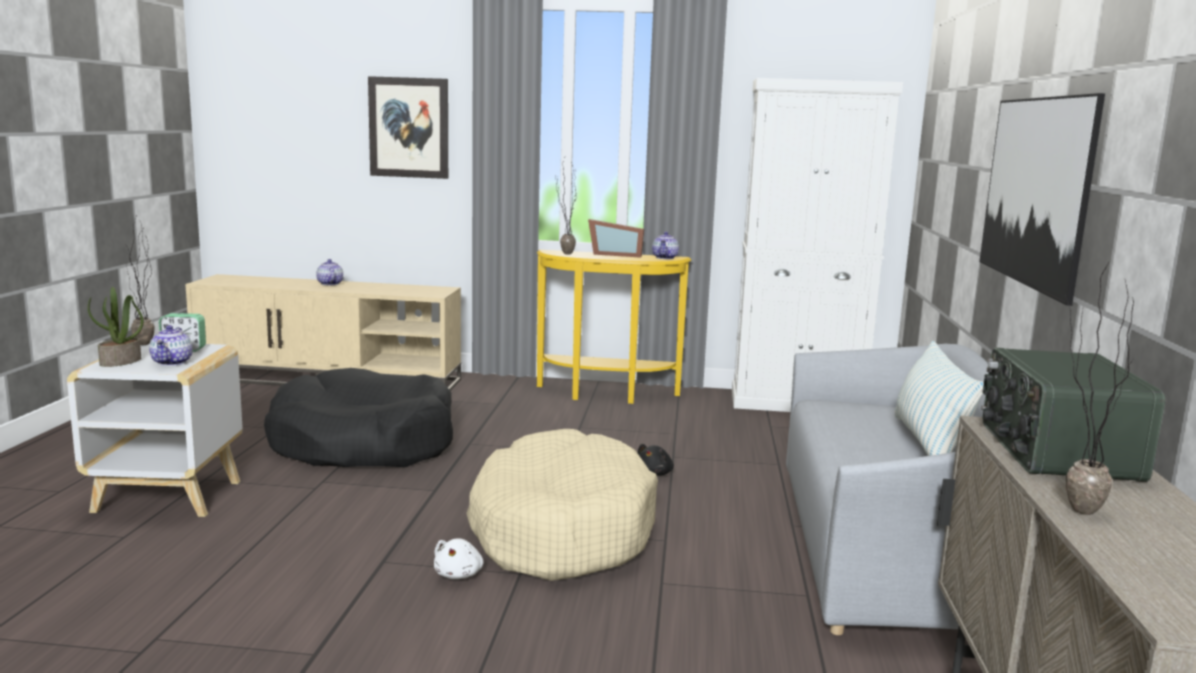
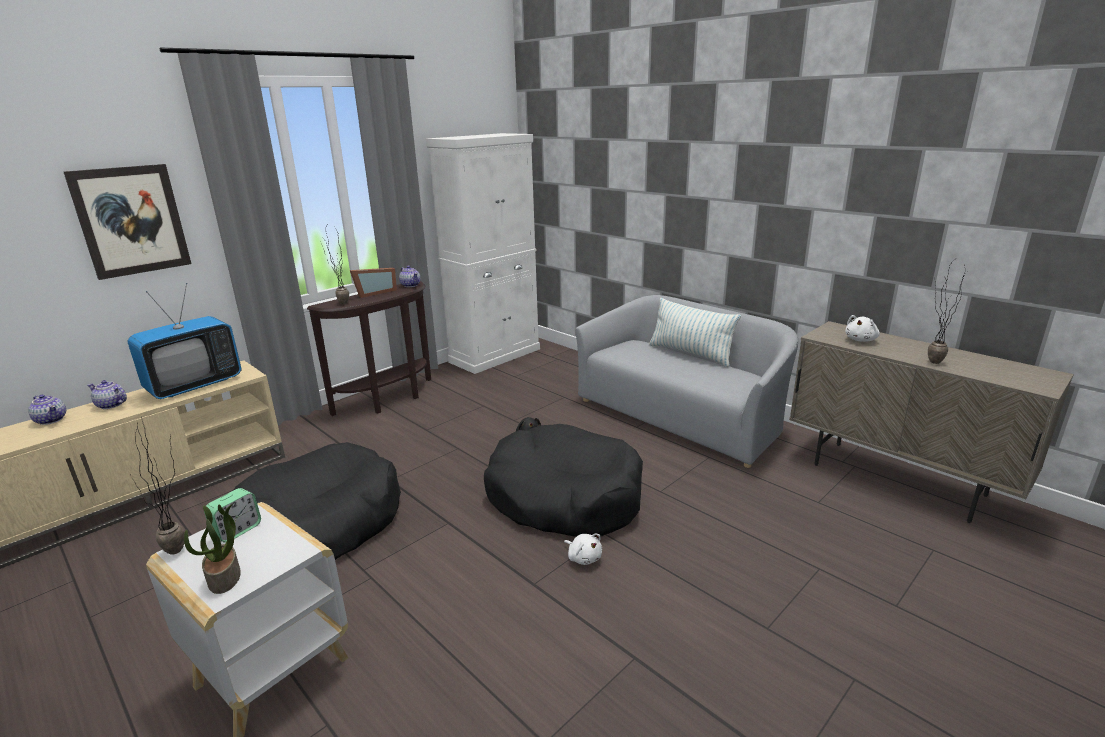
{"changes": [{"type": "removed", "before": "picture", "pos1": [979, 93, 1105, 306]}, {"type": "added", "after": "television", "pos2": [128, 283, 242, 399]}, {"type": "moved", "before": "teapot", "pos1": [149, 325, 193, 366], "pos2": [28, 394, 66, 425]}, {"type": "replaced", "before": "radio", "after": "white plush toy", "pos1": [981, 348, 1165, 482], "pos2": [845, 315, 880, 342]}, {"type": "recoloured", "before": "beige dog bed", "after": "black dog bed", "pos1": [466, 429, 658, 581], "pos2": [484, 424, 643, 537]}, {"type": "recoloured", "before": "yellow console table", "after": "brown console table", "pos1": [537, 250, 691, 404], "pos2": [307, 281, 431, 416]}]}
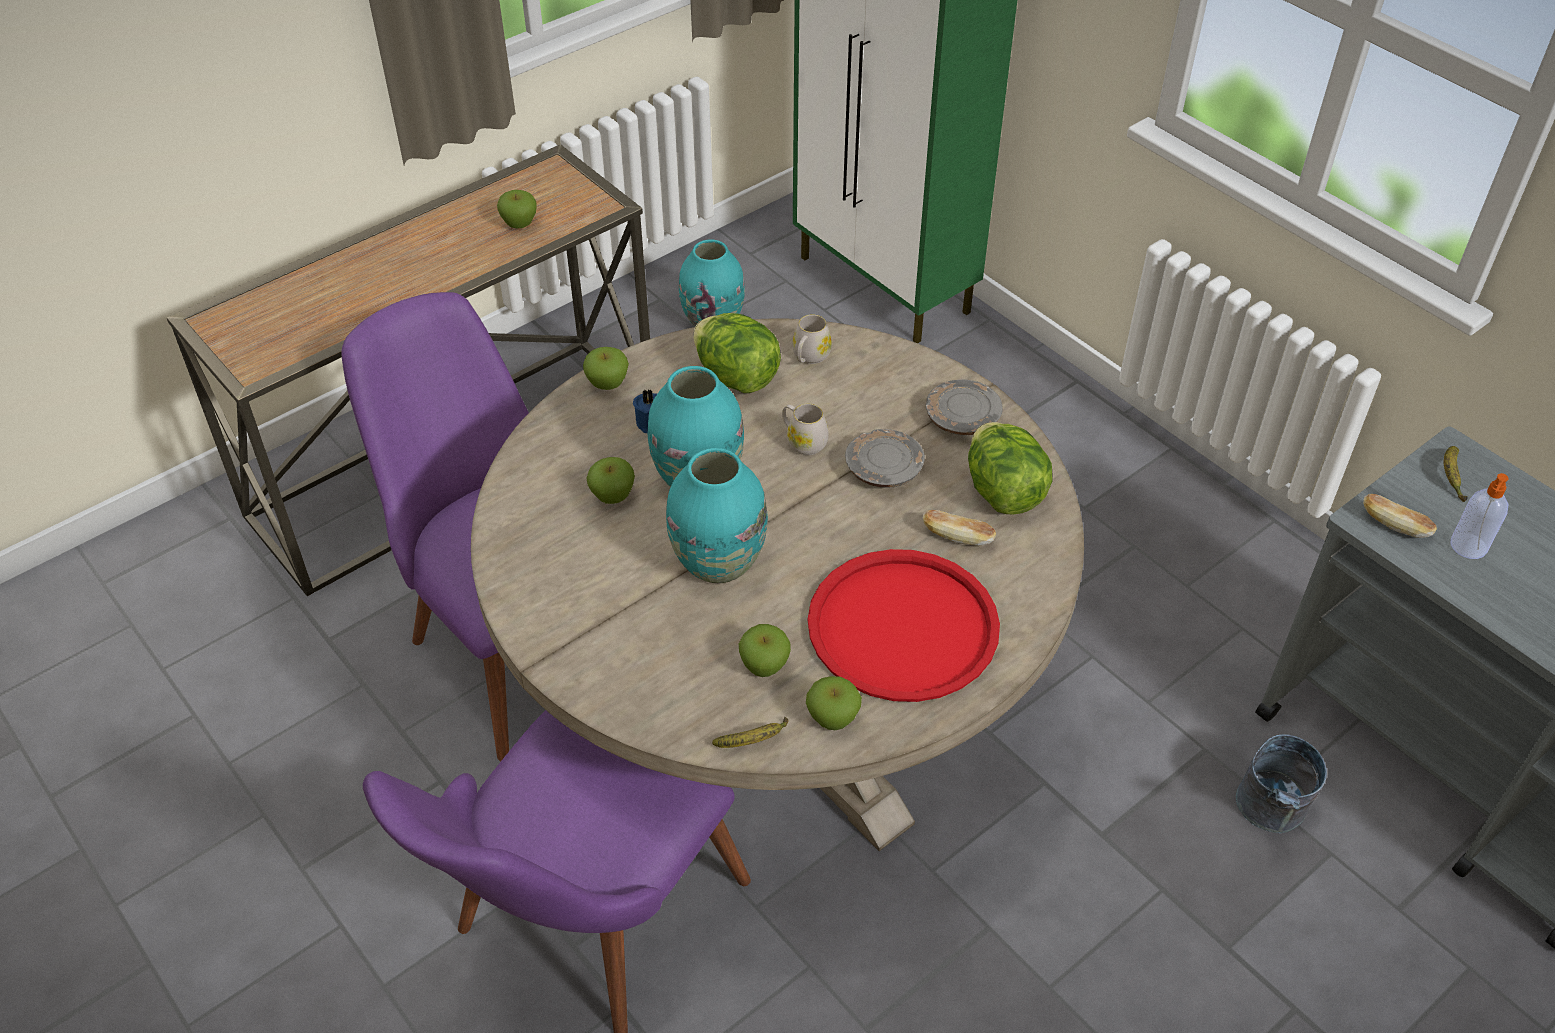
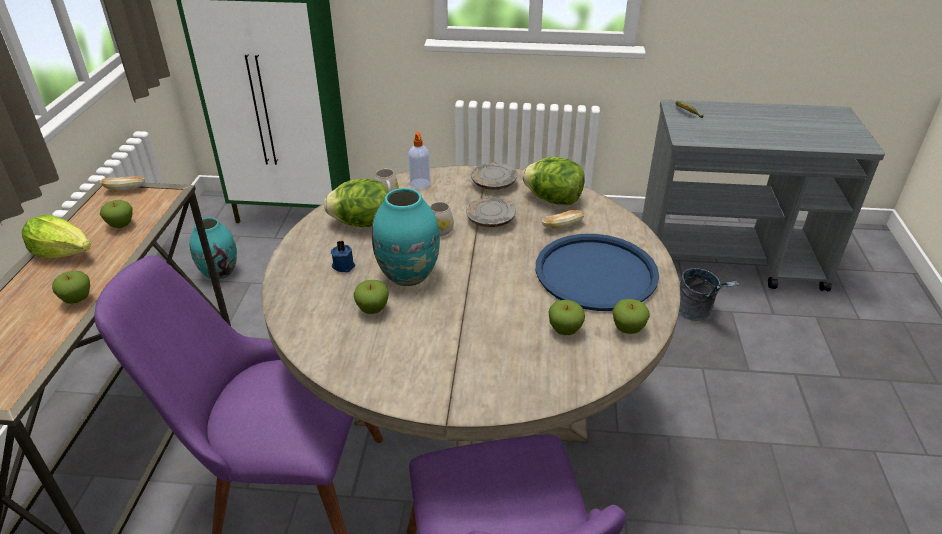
{"changes": [{"type": "removed", "before": "turquoise vase", "pos1": [666, 448, 768, 583]}, {"type": "removed", "before": "banana", "pos1": [712, 717, 788, 748]}, {"type": "added", "after": "lettuce", "pos2": [22, 215, 91, 258]}, {"type": "moved", "before": "apple", "pos1": [583, 347, 629, 390], "pos2": [52, 271, 90, 304]}, {"type": "moved", "before": "bread", "pos1": [1363, 494, 1437, 538], "pos2": [100, 176, 145, 190]}, {"type": "moved", "before": "soap dispenser", "pos1": [1450, 473, 1508, 559], "pos2": [408, 132, 430, 189]}, {"type": "recoloured", "before": "red tray", "after": "blue tray", "pos1": [808, 549, 1000, 702], "pos2": [536, 234, 659, 311]}]}
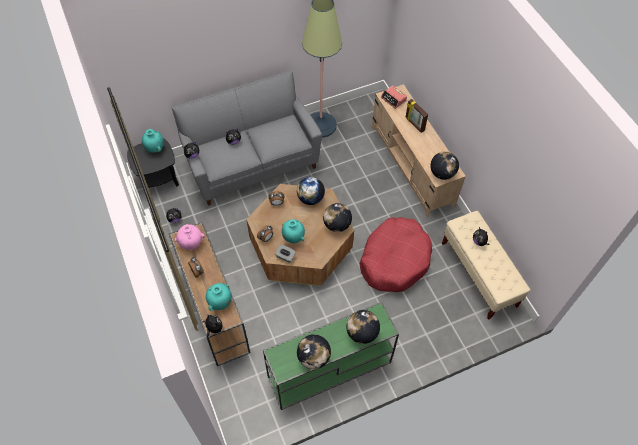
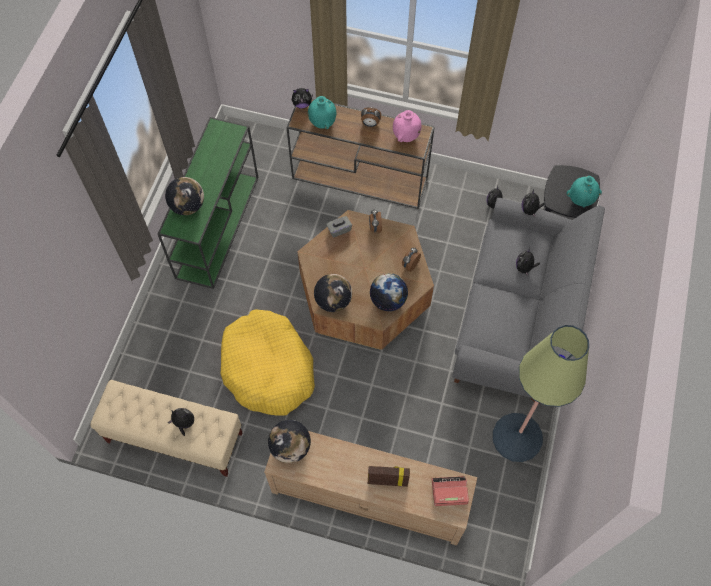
{"changes": [{"type": "removed", "before": "turquoise vase", "pos1": [282, 219, 305, 243]}, {"type": "removed", "before": "globe", "pos1": [297, 334, 331, 369]}, {"type": "recoloured", "before": "red dog bed", "after": "yellow dog bed", "pos1": [360, 217, 432, 292], "pos2": [221, 309, 315, 416]}]}
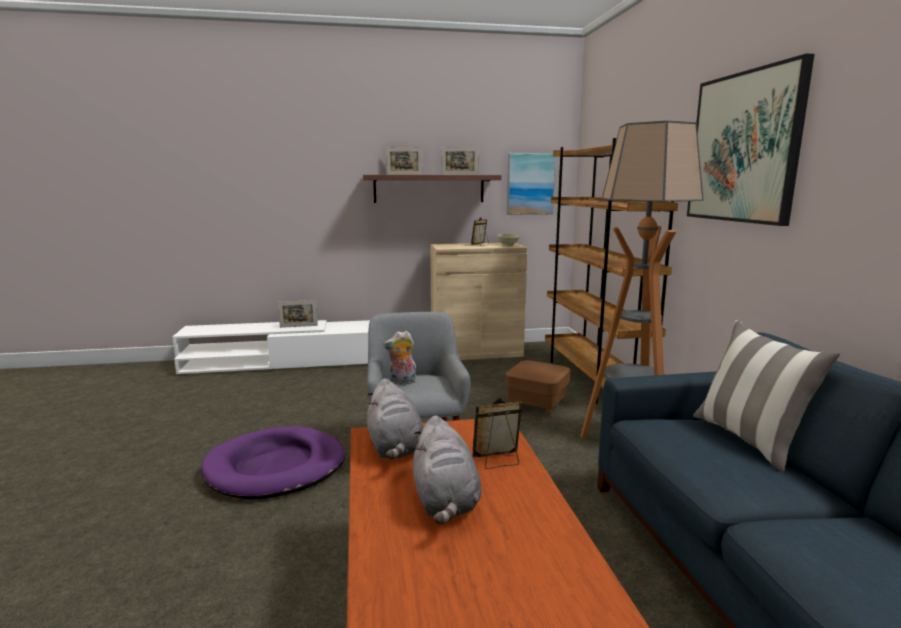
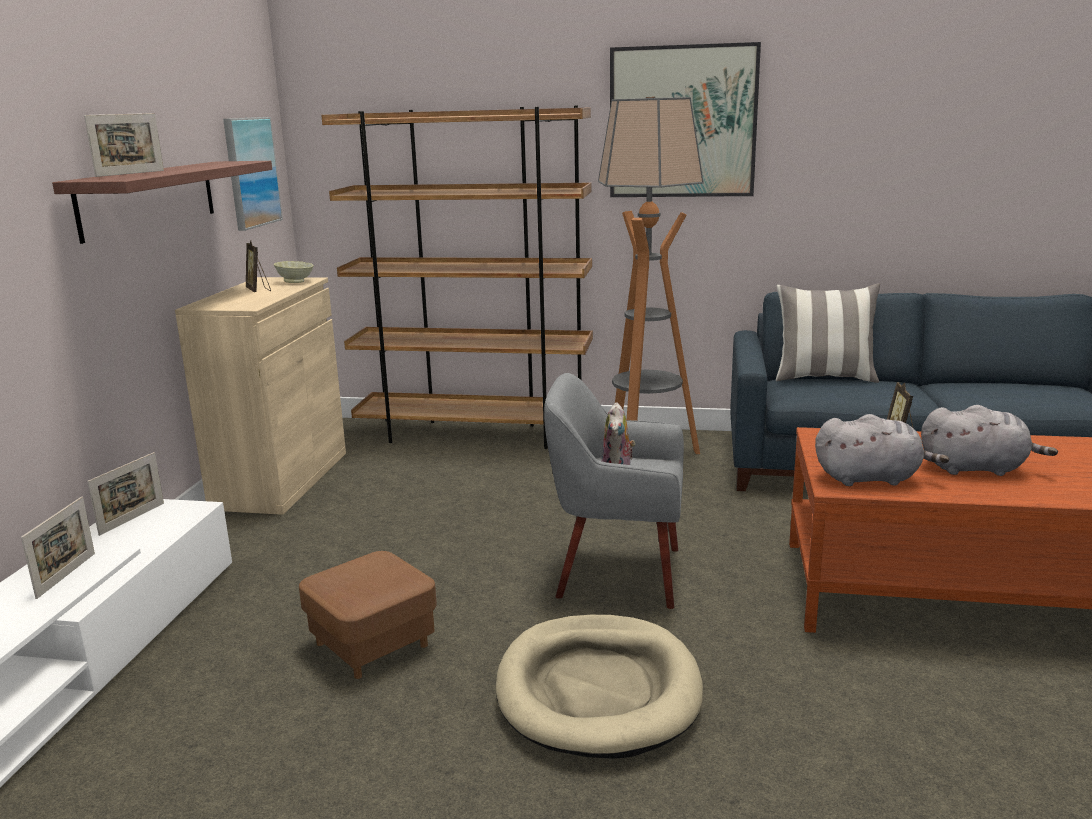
{"changes": [{"type": "moved", "before": "picture frame", "pos1": [442, 147, 479, 175], "pos2": [87, 452, 164, 536]}, {"type": "moved", "before": "brown ottoman", "pos1": [505, 360, 570, 416], "pos2": [299, 551, 437, 679]}, {"type": "recoloured", "before": "purple dog bed", "after": "beige dog bed", "pos1": [201, 426, 345, 499], "pos2": [496, 615, 703, 759]}]}
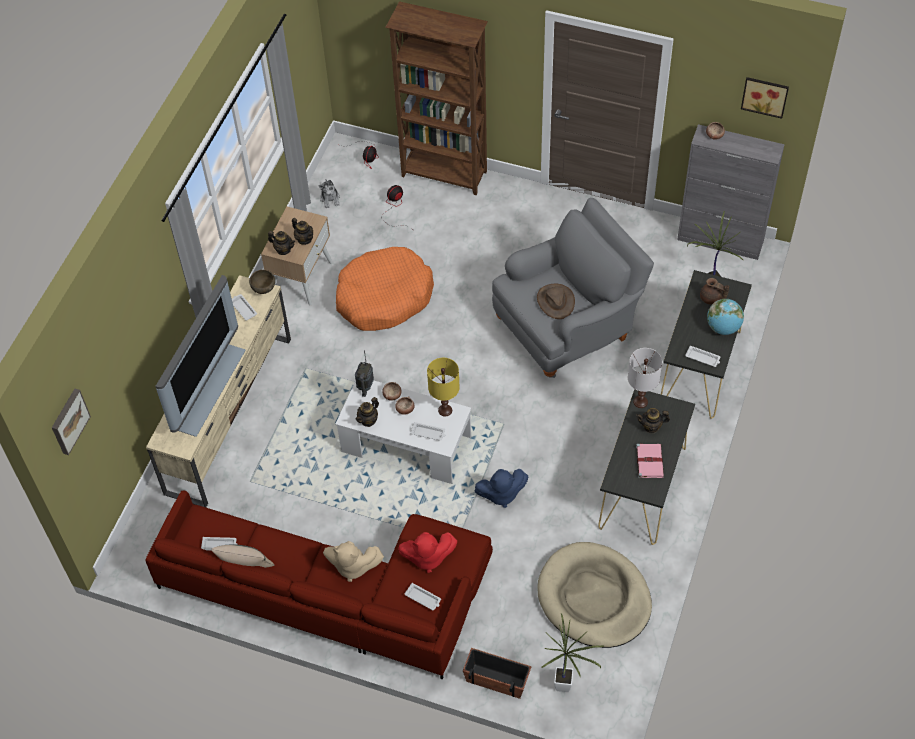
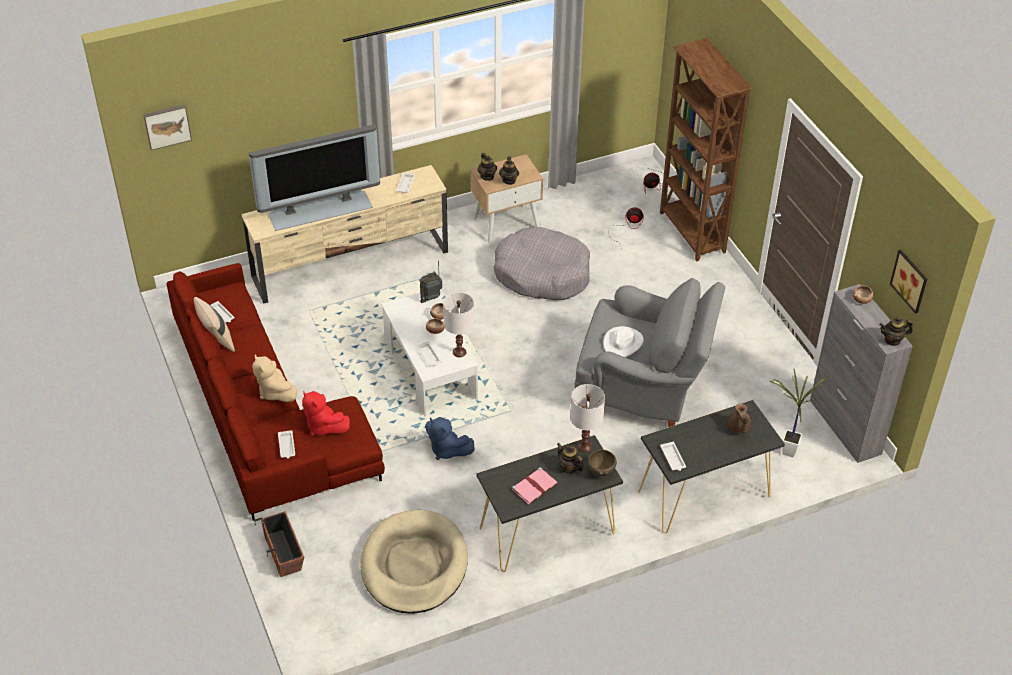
{"changes": [{"type": "removed", "before": "plush toy", "pos1": [318, 180, 340, 208]}, {"type": "removed", "before": "potted plant", "pos1": [541, 613, 604, 692]}, {"type": "removed", "before": "globe", "pos1": [707, 299, 744, 335]}, {"type": "moved", "before": "brown bowl", "pos1": [249, 270, 275, 294], "pos2": [587, 450, 617, 476]}, {"type": "moved", "before": "teapot", "pos1": [355, 397, 379, 427], "pos2": [879, 317, 913, 346]}, {"type": "recoloured", "before": "orange dog bed", "after": "grey dog bed", "pos1": [336, 247, 434, 331], "pos2": [494, 227, 590, 300]}, {"type": "recoloured", "before": "yellow table lamp", "after": "white table lamp", "pos1": [427, 358, 460, 416], "pos2": [443, 292, 474, 357]}, {"type": "recoloured", "before": "brown hat", "after": "white hat", "pos1": [537, 284, 575, 319], "pos2": [603, 326, 644, 357]}]}
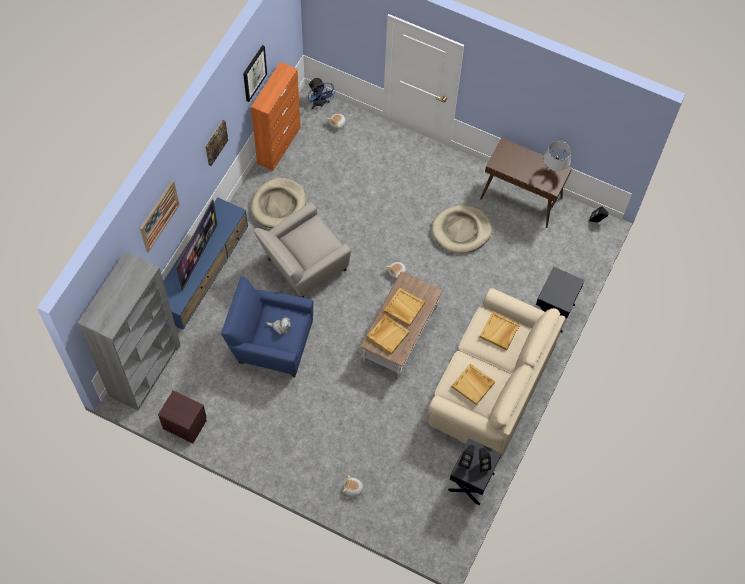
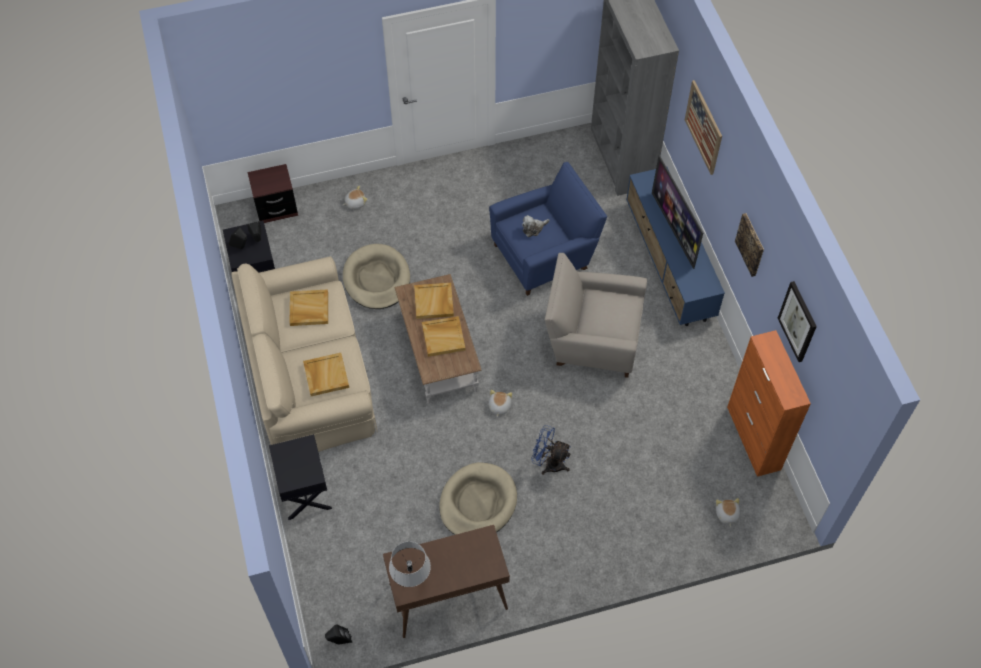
{"changes": [{"type": "moved", "before": "brown nightstand", "pos1": [158, 390, 207, 444], "pos2": [248, 164, 298, 223]}, {"type": "moved", "before": "beige dog bed", "pos1": [251, 178, 306, 228], "pos2": [343, 244, 410, 309]}, {"type": "moved", "before": "blue fan", "pos1": [308, 77, 336, 109], "pos2": [531, 425, 571, 475]}, {"type": "turned", "before": "beige armchair", "pos1": [253, 202, 351, 297], "pos2": [545, 253, 647, 378], "turn": -90}]}
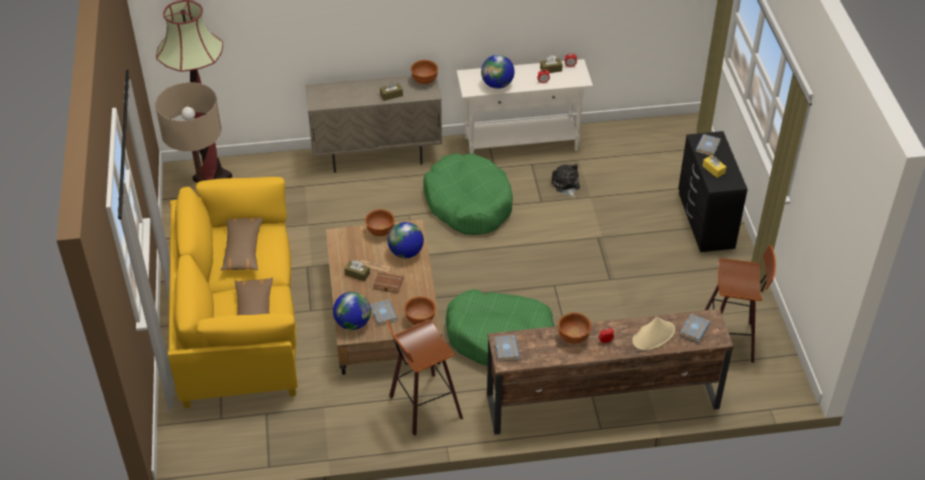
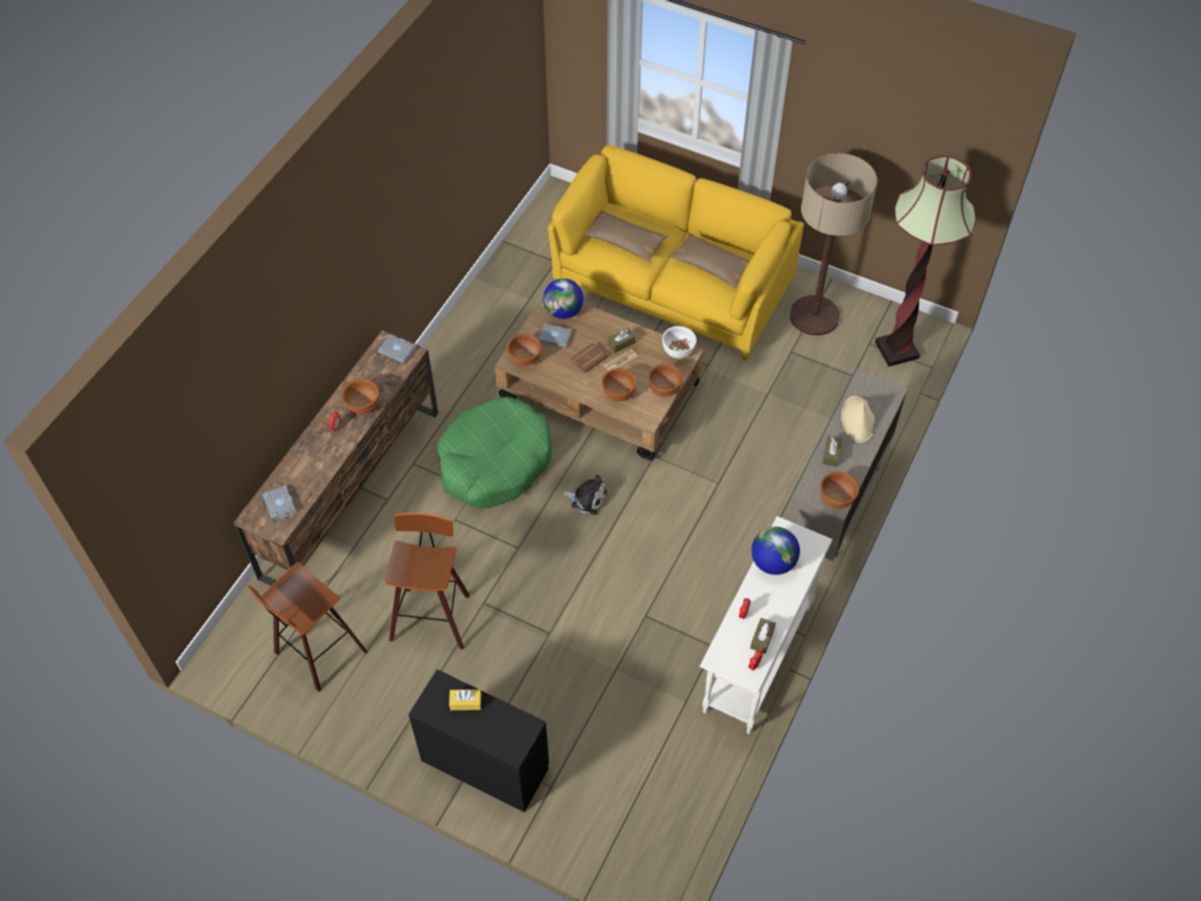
{"changes": [{"type": "removed", "before": "green dog bed", "pos1": [423, 153, 513, 235]}, {"type": "removed", "before": "grey book", "pos1": [695, 134, 720, 156]}, {"type": "added", "after": "white bowl", "pos2": [662, 326, 697, 359]}, {"type": "moved", "before": "stool", "pos1": [386, 319, 463, 436], "pos2": [385, 513, 470, 649]}, {"type": "moved", "before": "plush toy", "pos1": [551, 164, 580, 198], "pos2": [562, 474, 607, 515]}, {"type": "moved", "before": "beige hat", "pos1": [632, 317, 675, 350], "pos2": [841, 396, 875, 443]}, {"type": "replaced", "before": "globe", "after": "brown bowl", "pos1": [388, 222, 424, 258], "pos2": [602, 368, 637, 401]}]}
